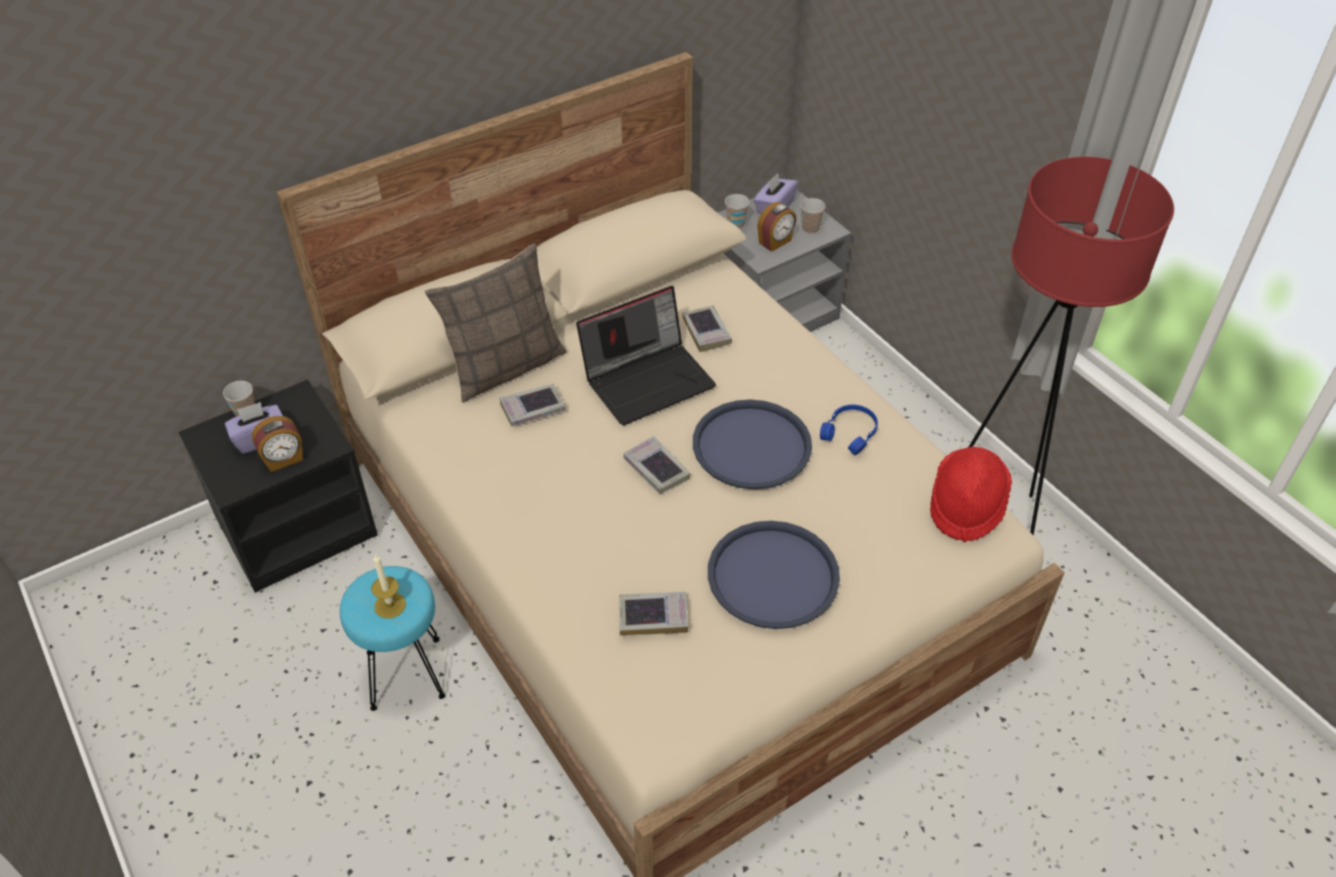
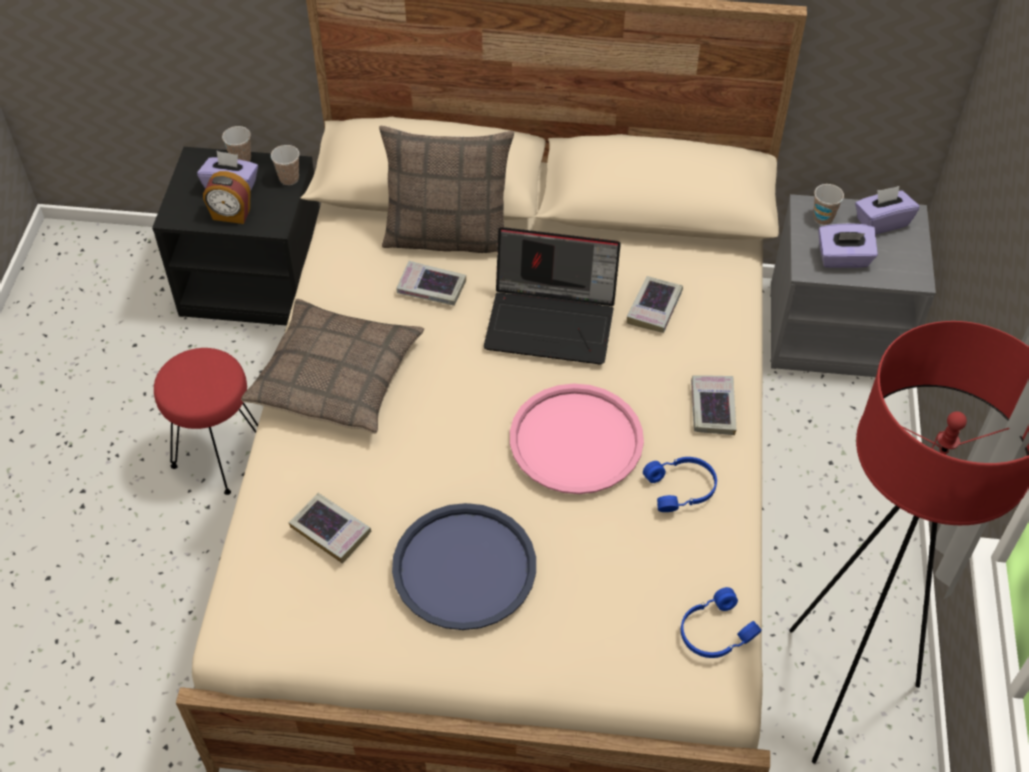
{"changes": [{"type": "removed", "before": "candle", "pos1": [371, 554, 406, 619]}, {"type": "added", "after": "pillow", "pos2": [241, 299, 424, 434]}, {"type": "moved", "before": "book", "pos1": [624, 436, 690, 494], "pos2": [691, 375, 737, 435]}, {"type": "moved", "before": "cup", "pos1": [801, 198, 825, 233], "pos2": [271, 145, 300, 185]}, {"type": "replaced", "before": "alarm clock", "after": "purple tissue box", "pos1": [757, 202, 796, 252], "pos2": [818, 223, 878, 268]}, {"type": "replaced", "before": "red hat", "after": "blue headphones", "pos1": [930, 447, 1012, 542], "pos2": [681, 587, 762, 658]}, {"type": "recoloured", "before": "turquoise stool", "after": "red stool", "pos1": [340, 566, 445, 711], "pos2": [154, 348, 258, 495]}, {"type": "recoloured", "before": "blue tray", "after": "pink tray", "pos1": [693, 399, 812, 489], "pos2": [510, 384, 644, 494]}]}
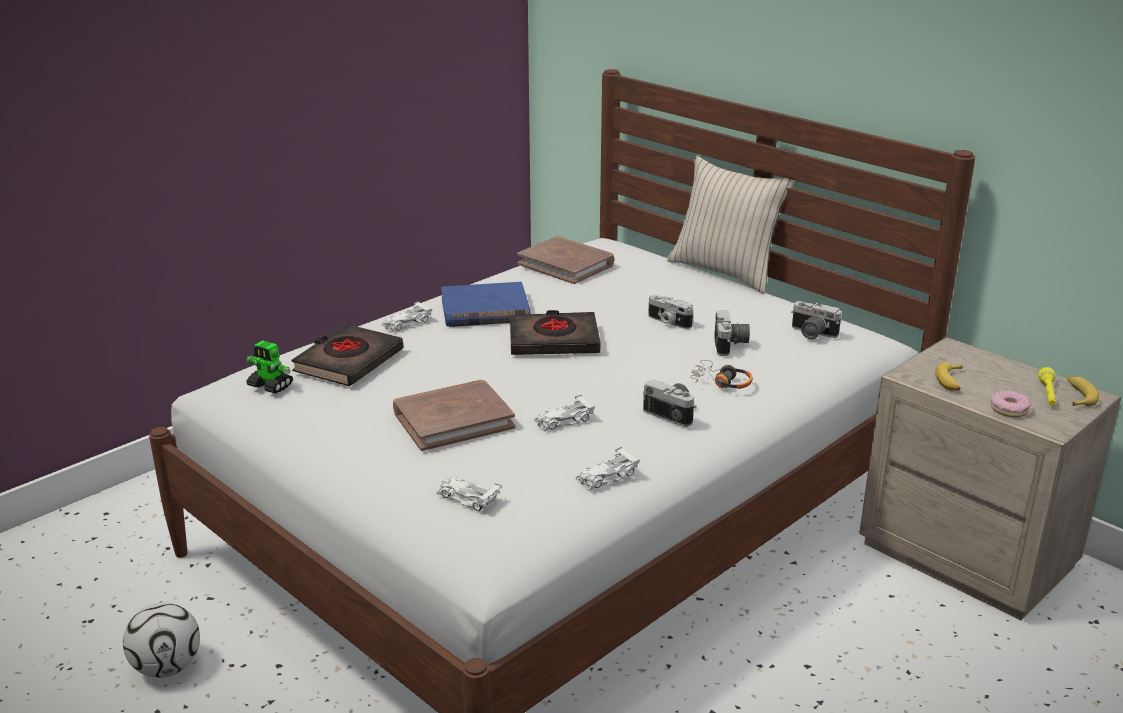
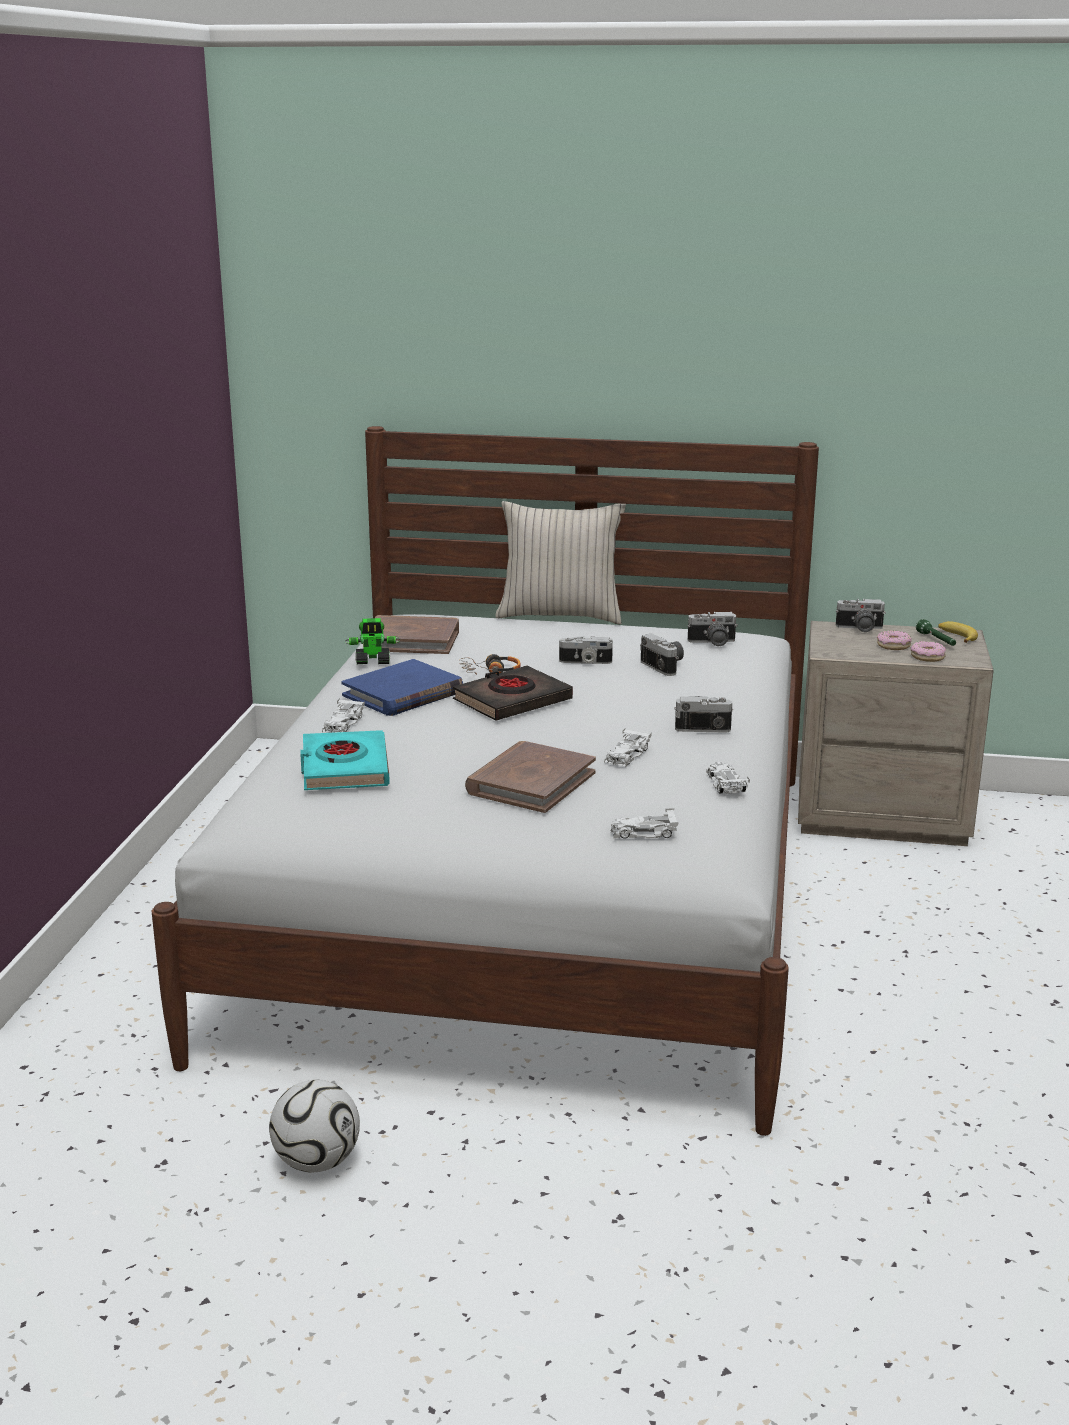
{"changes": [{"type": "removed", "before": "banana", "pos1": [935, 363, 963, 391]}, {"type": "added", "after": "photo camera", "pos2": [836, 599, 886, 632]}, {"type": "added", "after": "donut", "pos2": [877, 630, 912, 650]}, {"type": "moved", "before": "toy robot", "pos1": [246, 340, 293, 394], "pos2": [345, 618, 400, 664]}, {"type": "moved", "before": "headphones", "pos1": [690, 360, 753, 389], "pos2": [459, 654, 521, 675]}, {"type": "recoloured", "before": "black book", "after": "turquoise book", "pos1": [292, 324, 403, 386], "pos2": [300, 730, 390, 790]}, {"type": "recoloured", "before": "yellow flashlight", "after": "green flashlight", "pos1": [1038, 367, 1056, 405], "pos2": [916, 619, 956, 646]}, {"type": "turned", "before": "white toy car", "pos1": [576, 447, 640, 491], "pos2": [706, 762, 750, 794], "turn": 150}]}
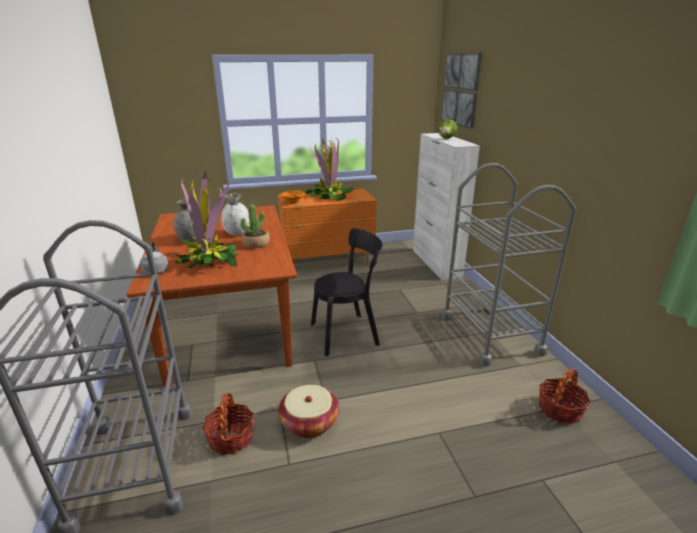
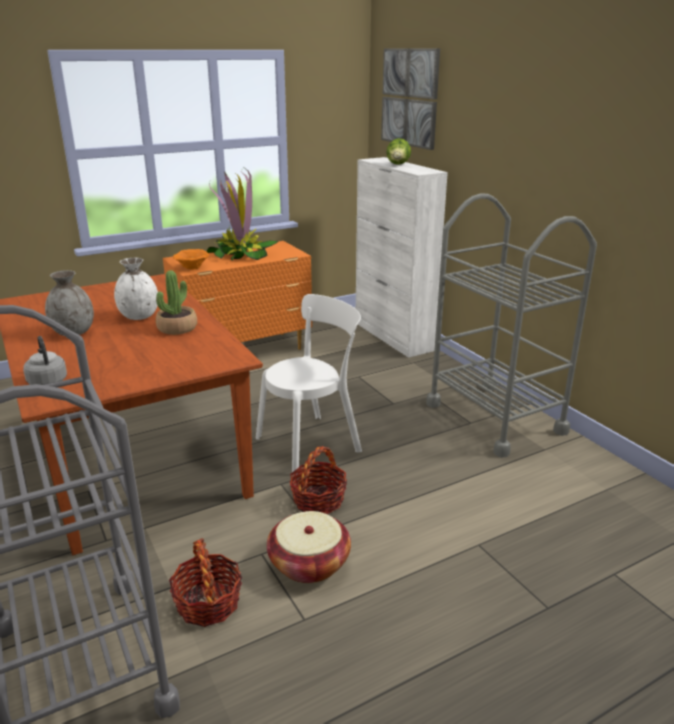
{"changes": [{"type": "removed", "before": "potted plant", "pos1": [172, 171, 238, 268]}, {"type": "moved", "before": "basket", "pos1": [539, 369, 591, 424], "pos2": [290, 446, 347, 514]}, {"type": "recoloured", "before": "black chair", "after": "white chair", "pos1": [311, 228, 382, 356], "pos2": [256, 294, 362, 476]}]}
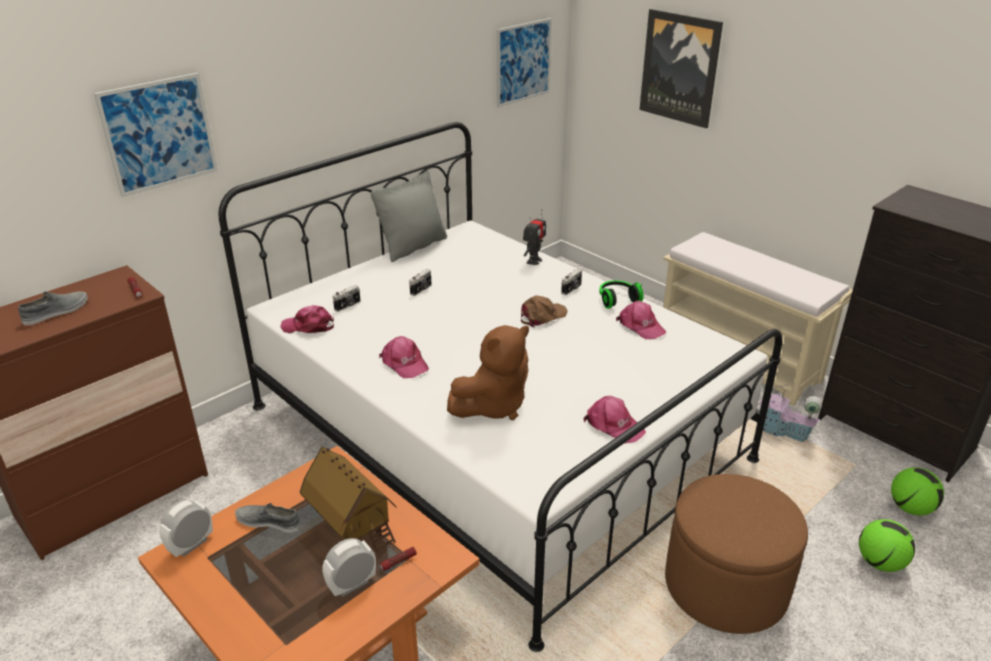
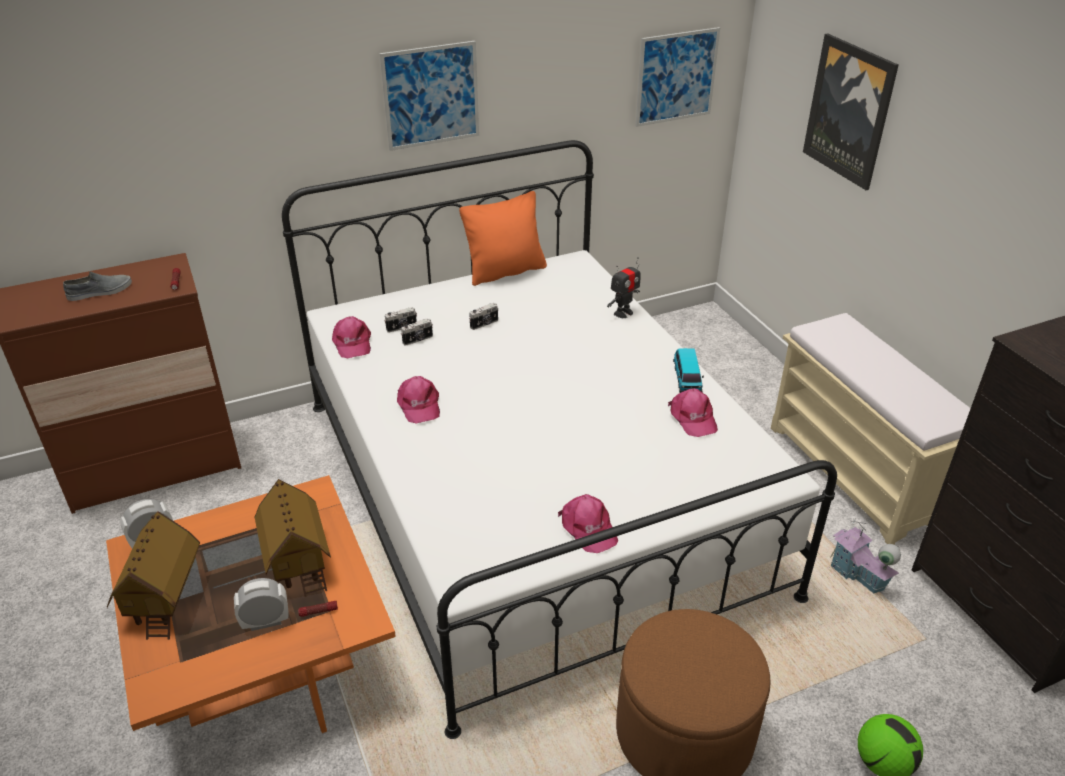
{"changes": [{"type": "removed", "before": "grey shoe", "pos1": [235, 503, 301, 533]}, {"type": "removed", "before": "brown plush toy", "pos1": [447, 325, 529, 420]}, {"type": "removed", "before": "brown cap", "pos1": [521, 295, 568, 328]}, {"type": "removed", "before": "football", "pos1": [891, 467, 944, 516]}, {"type": "added", "after": "toy house", "pos2": [107, 511, 200, 640]}, {"type": "moved", "before": "picture", "pos1": [94, 73, 218, 197], "pos2": [380, 41, 479, 151]}, {"type": "moved", "before": "photo camera", "pos1": [561, 269, 582, 295], "pos2": [401, 318, 433, 346]}, {"type": "replaced", "before": "headphones", "after": "toy car", "pos1": [599, 280, 643, 309], "pos2": [673, 348, 704, 393]}, {"type": "recoloured", "before": "grey pillow", "after": "orange pillow", "pos1": [371, 171, 447, 262], "pos2": [459, 191, 547, 286]}, {"type": "turned", "before": "pink cap", "pos1": [280, 305, 334, 333], "pos2": [332, 316, 371, 358], "turn": -135}]}
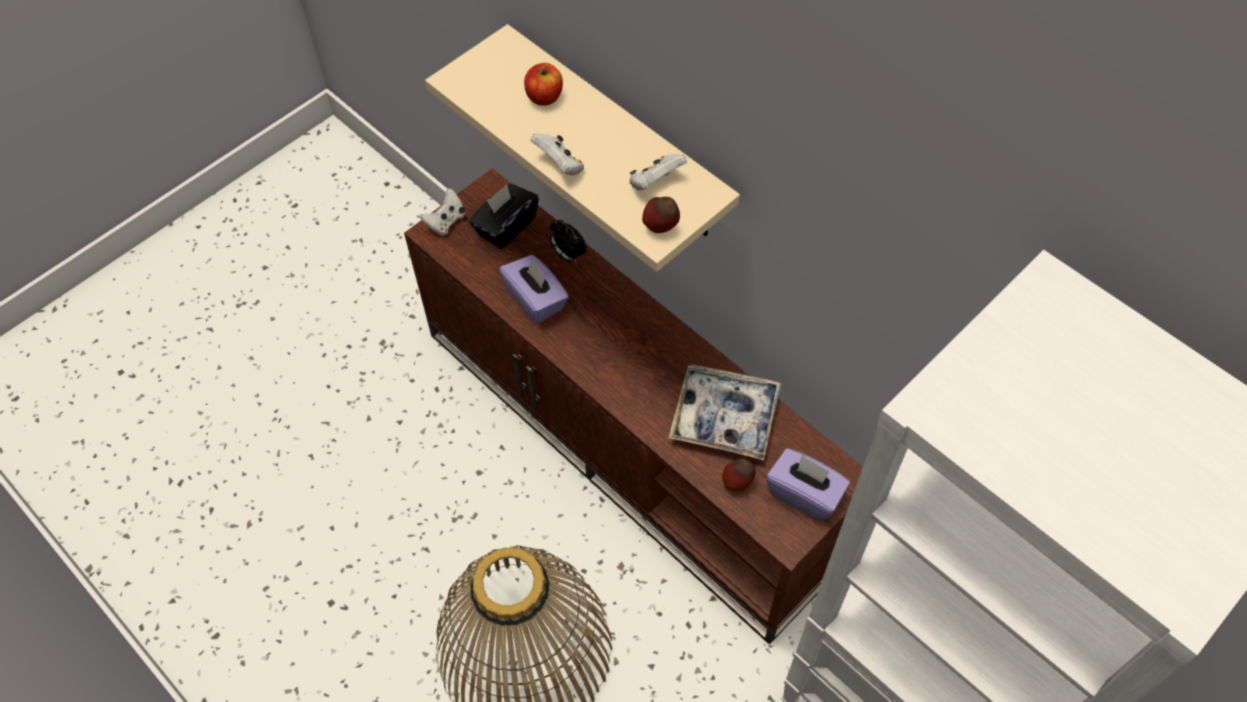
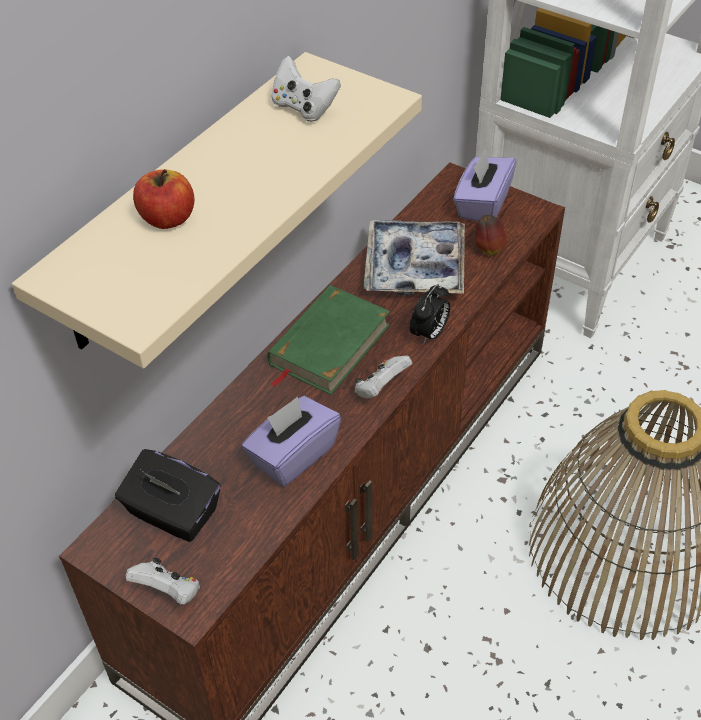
{"changes": [{"type": "removed", "before": "apple", "pos1": [642, 197, 680, 233]}, {"type": "added", "after": "green book", "pos2": [268, 285, 390, 395]}, {"type": "moved", "before": "white game controller", "pos1": [530, 133, 584, 175], "pos2": [355, 356, 412, 399]}, {"type": "moved", "before": "alarm clock", "pos1": [550, 220, 587, 264], "pos2": [409, 284, 450, 345]}]}
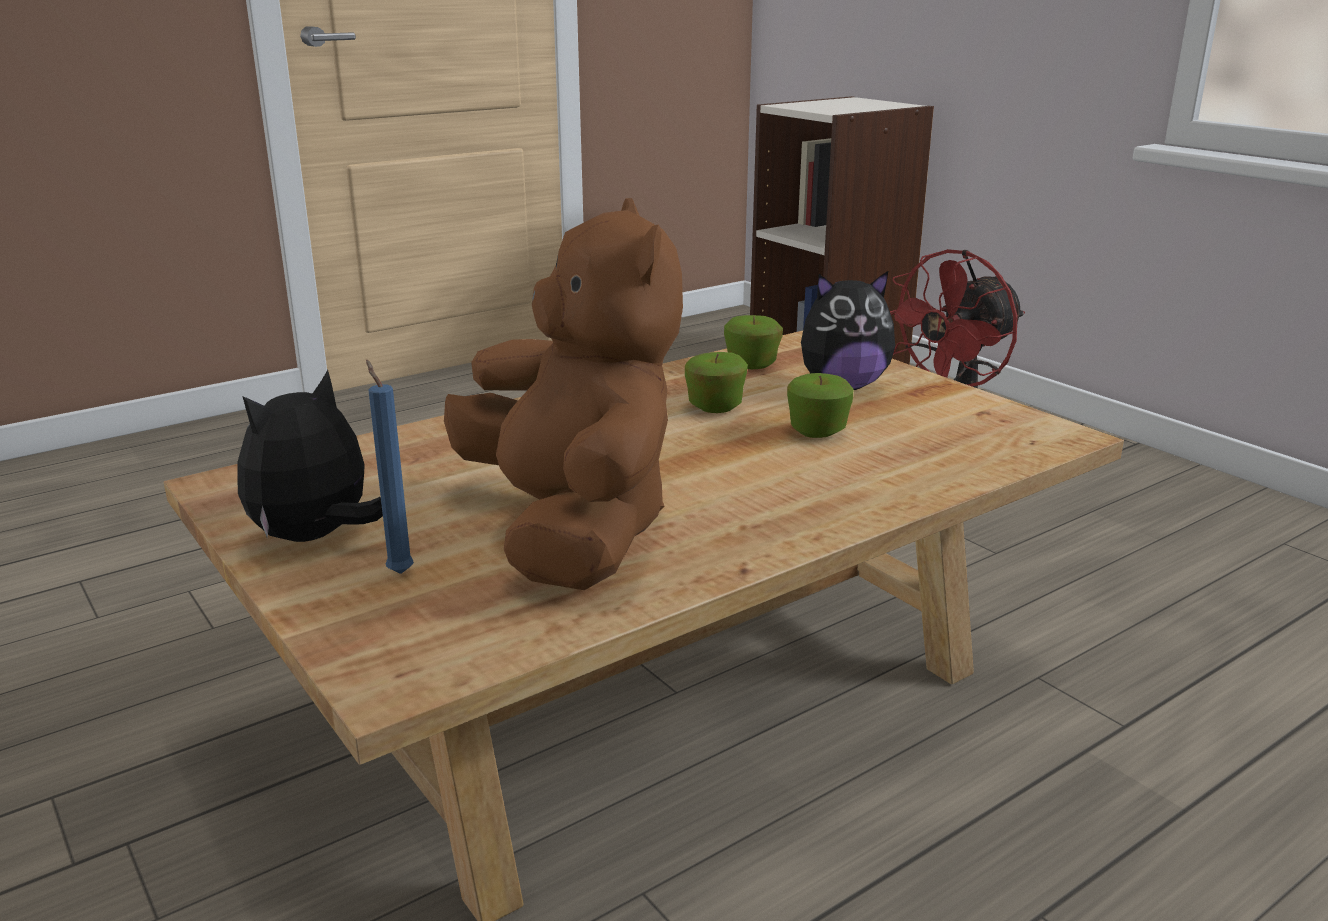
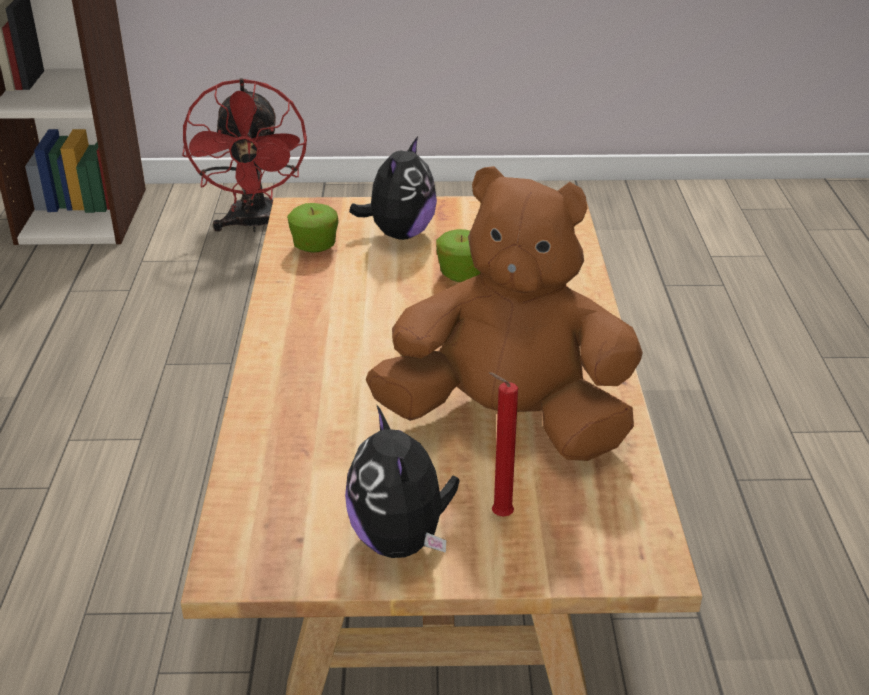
{"changes": [{"type": "removed", "before": "apple", "pos1": [685, 352, 748, 413]}, {"type": "recoloured", "before": "blue candle", "after": "red candle", "pos1": [366, 360, 414, 574], "pos2": [489, 372, 518, 517]}]}
